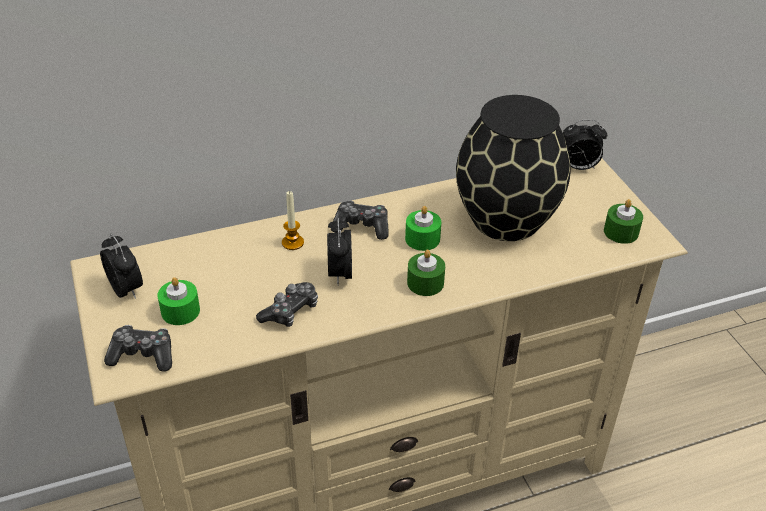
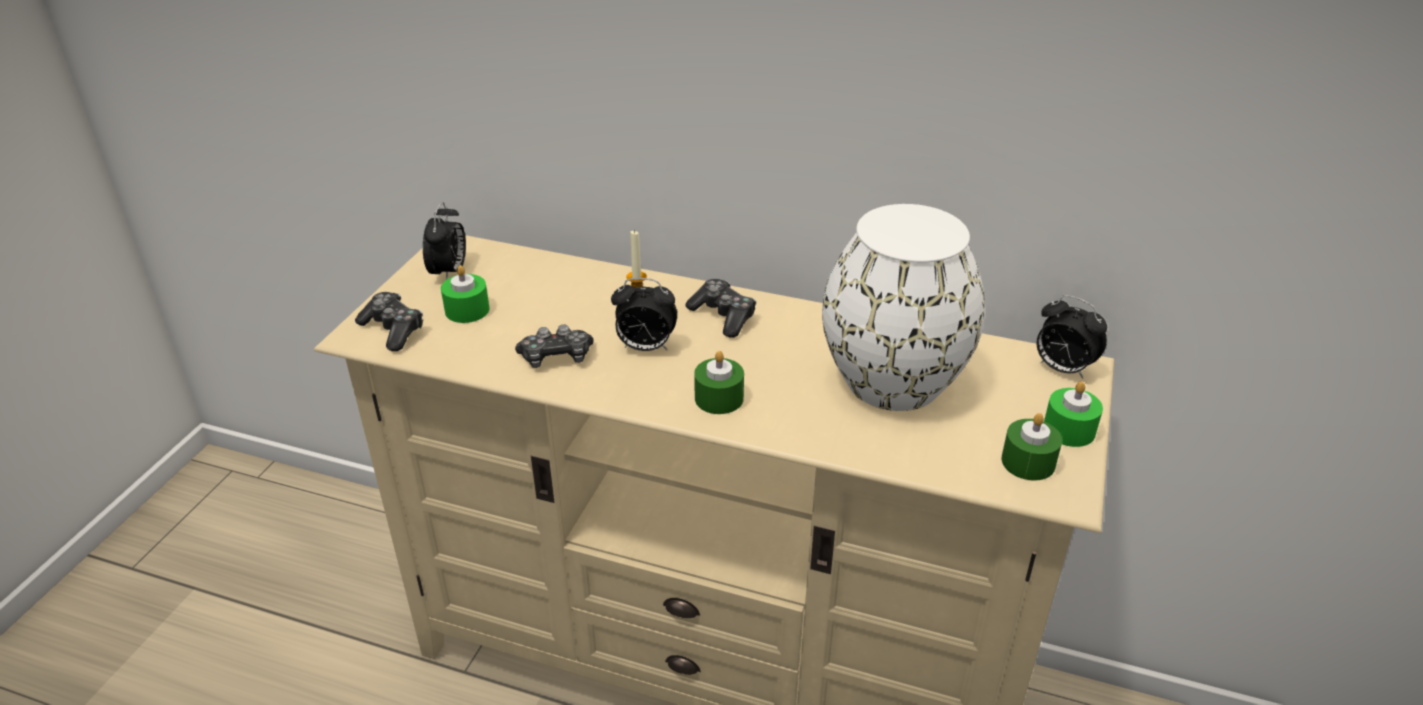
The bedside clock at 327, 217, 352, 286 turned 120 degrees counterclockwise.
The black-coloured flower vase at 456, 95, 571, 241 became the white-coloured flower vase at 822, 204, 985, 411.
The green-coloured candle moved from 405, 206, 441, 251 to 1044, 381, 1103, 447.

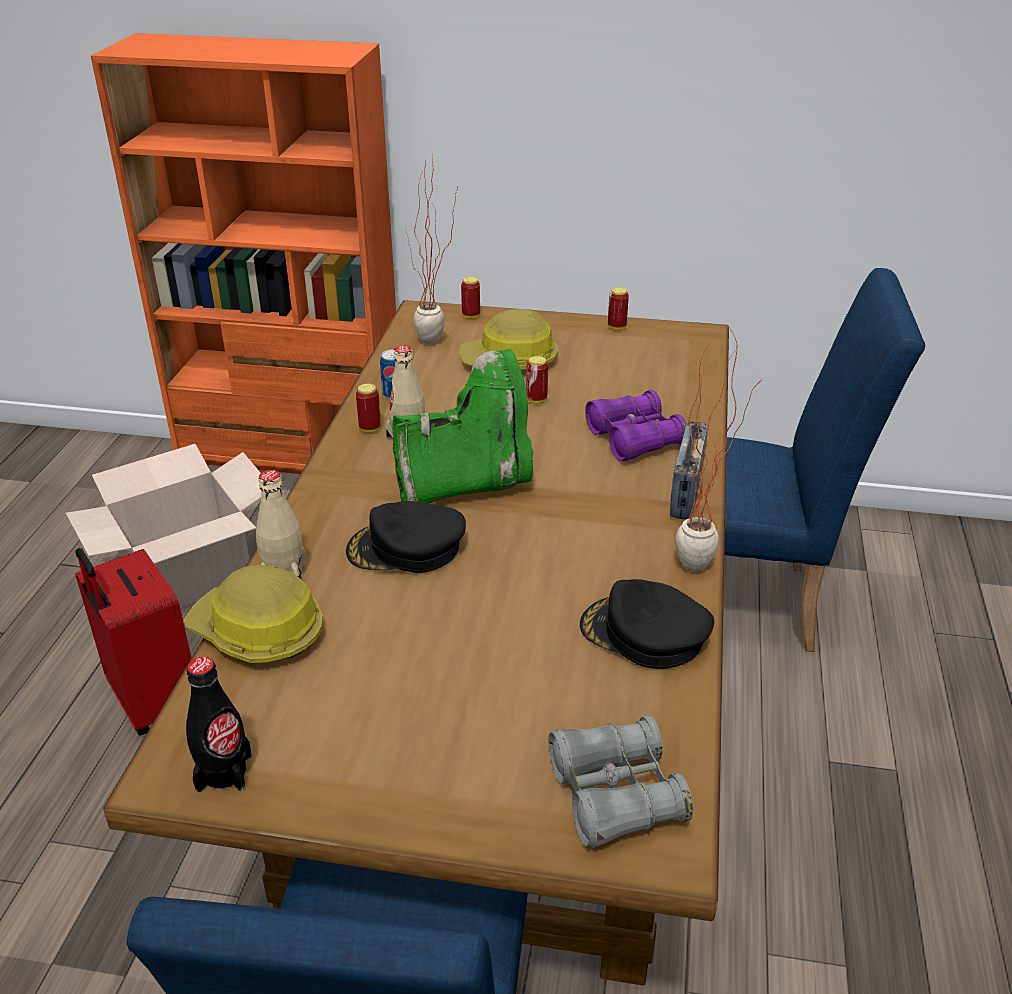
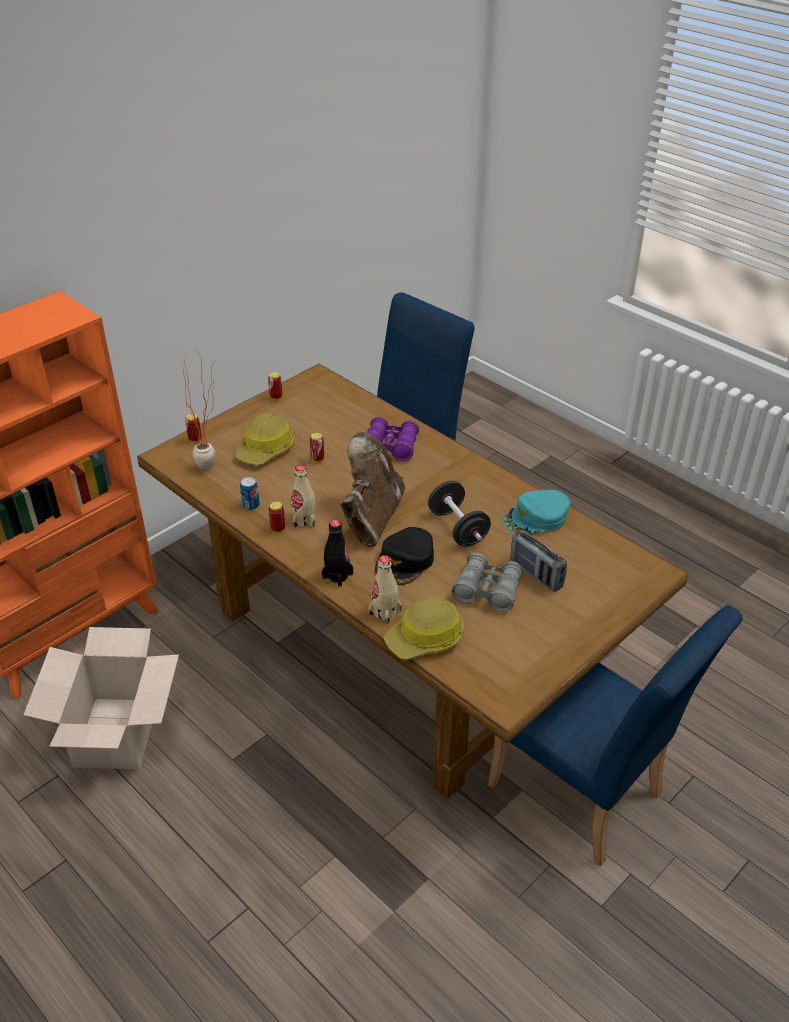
The black-coloured beverage bottle moved from 186, 657, 252, 792 to 322, 520, 353, 587.
The green-coloured tall boot at 393, 348, 533, 503 became the brown tall boot at 340, 432, 405, 547.
The black-coloured free weight at 428, 481, 491, 546 appeared.
The greyish binoculars moved from 549, 715, 693, 848 to 452, 553, 524, 612.
The black-coloured baseball cap at 580, 579, 714, 669 became the turquoise baseball cap at 504, 490, 570, 535.
The radio receiver moved from 670, 421, 708, 519 to 510, 530, 567, 592.
The reddish travel case at 75, 548, 191, 736 disappeared.
The potted plant at 675, 326, 757, 572 disappeared.

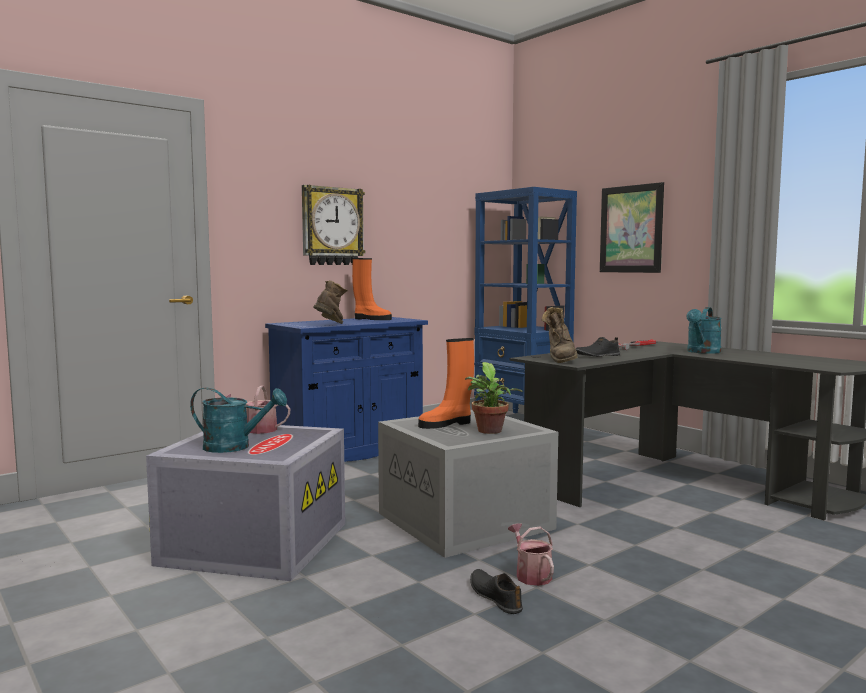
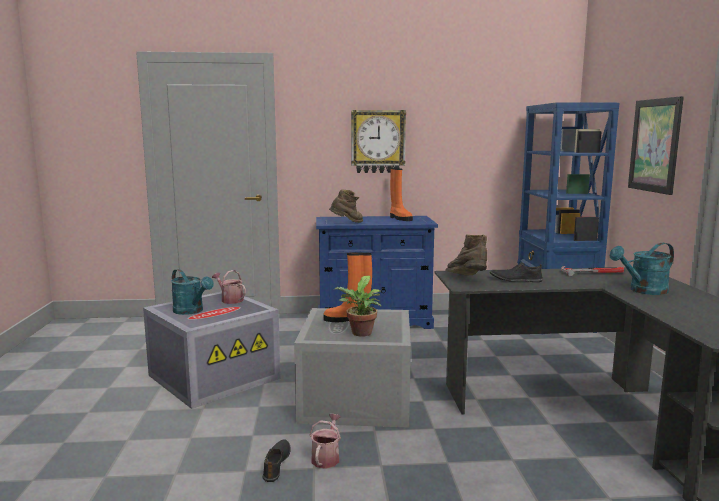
The brown tall boot at 541, 307, 578, 363 turned 120 degrees clockwise.

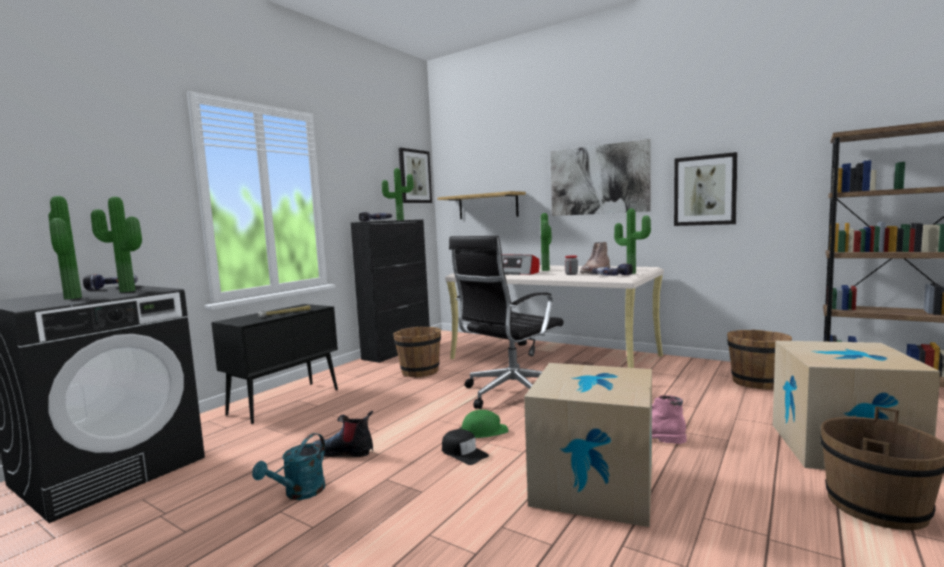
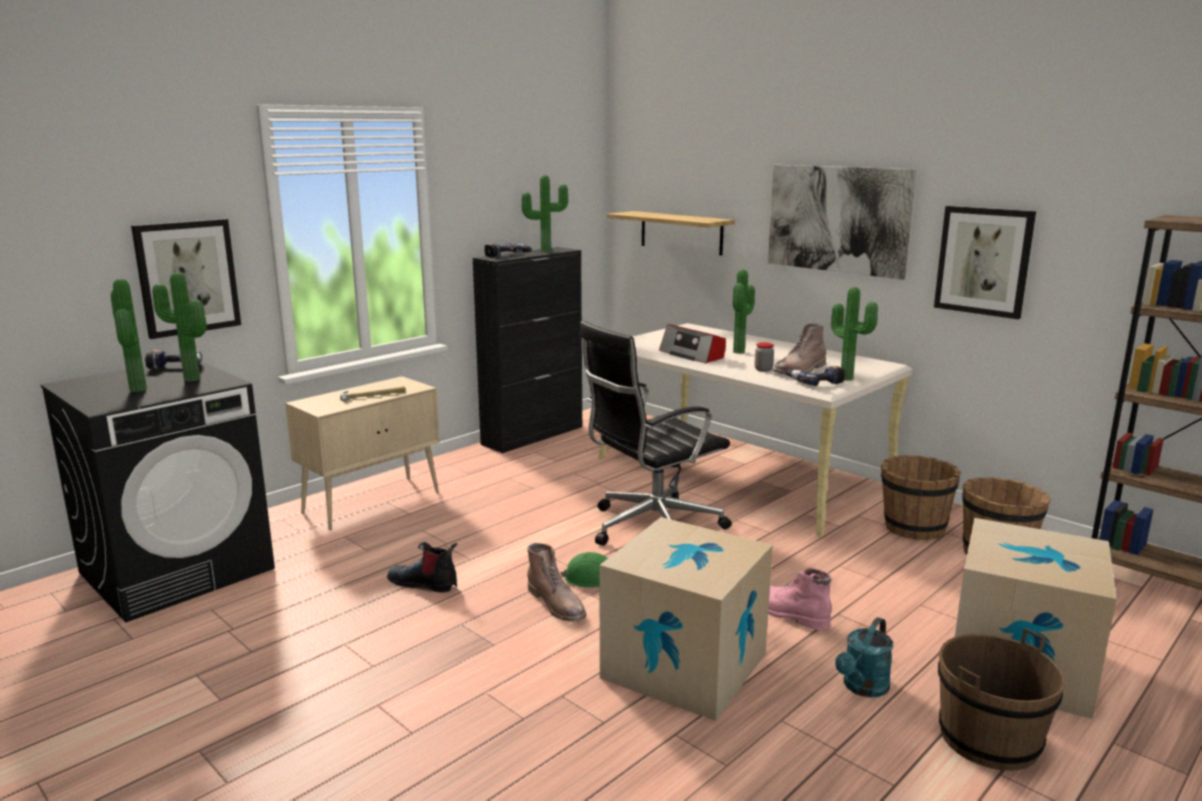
The wall art moved from 399, 148, 432, 203 to 131, 219, 241, 339.
The black-coloured cupboard at 211, 304, 338, 424 became the beige cupboard at 285, 376, 440, 530.
The black-coloured baseball cap at 442, 429, 489, 465 was replaced by the brown tall boot at 527, 543, 587, 622.
The turquoise sprinkling can moved from 252, 433, 325, 500 to 835, 617, 893, 697.
The brown water bucket moved from 393, 327, 441, 377 to 881, 455, 961, 540.

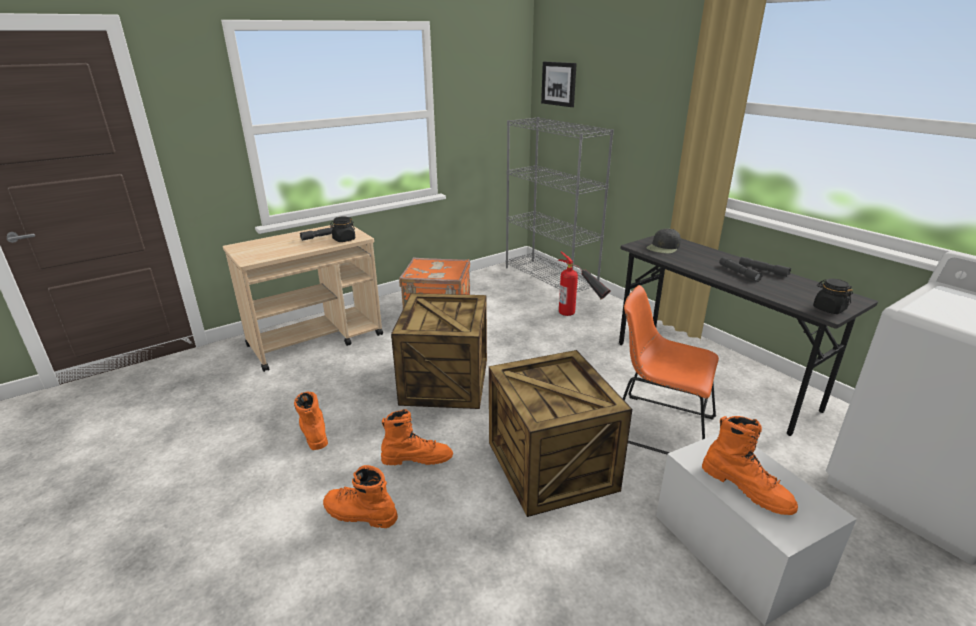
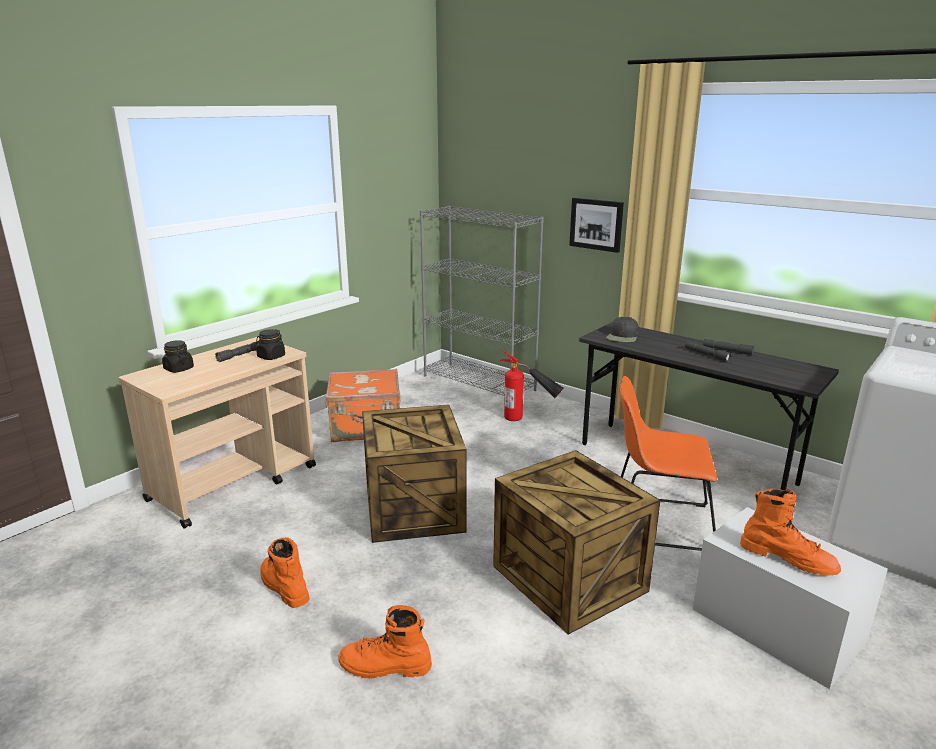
The black-coloured jar moved from 813, 279, 853, 314 to 162, 340, 194, 373.
The wall art moved from 541, 62, 577, 107 to 569, 198, 624, 253.
The orange tall boot at 381, 409, 453, 465 disappeared.

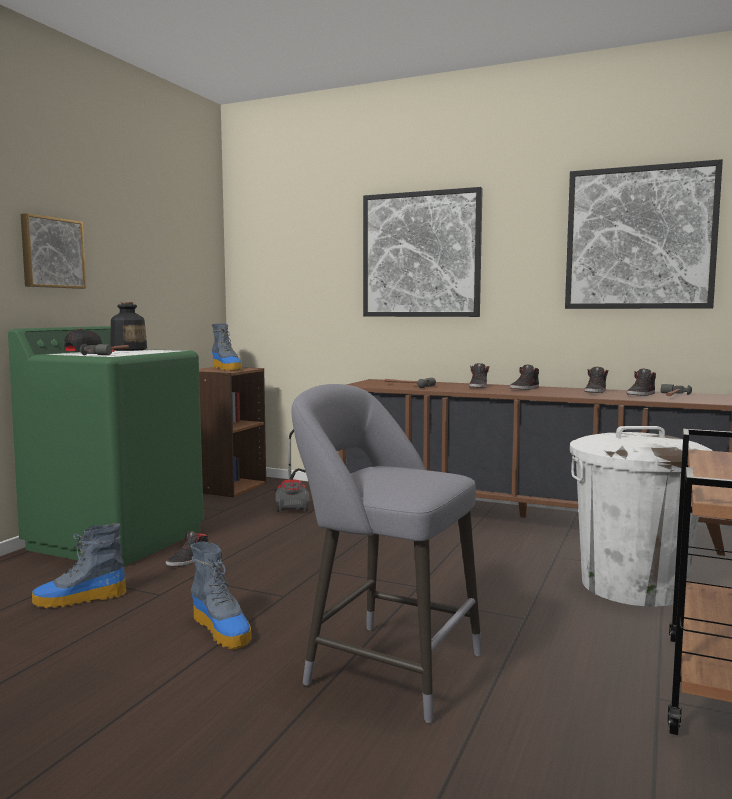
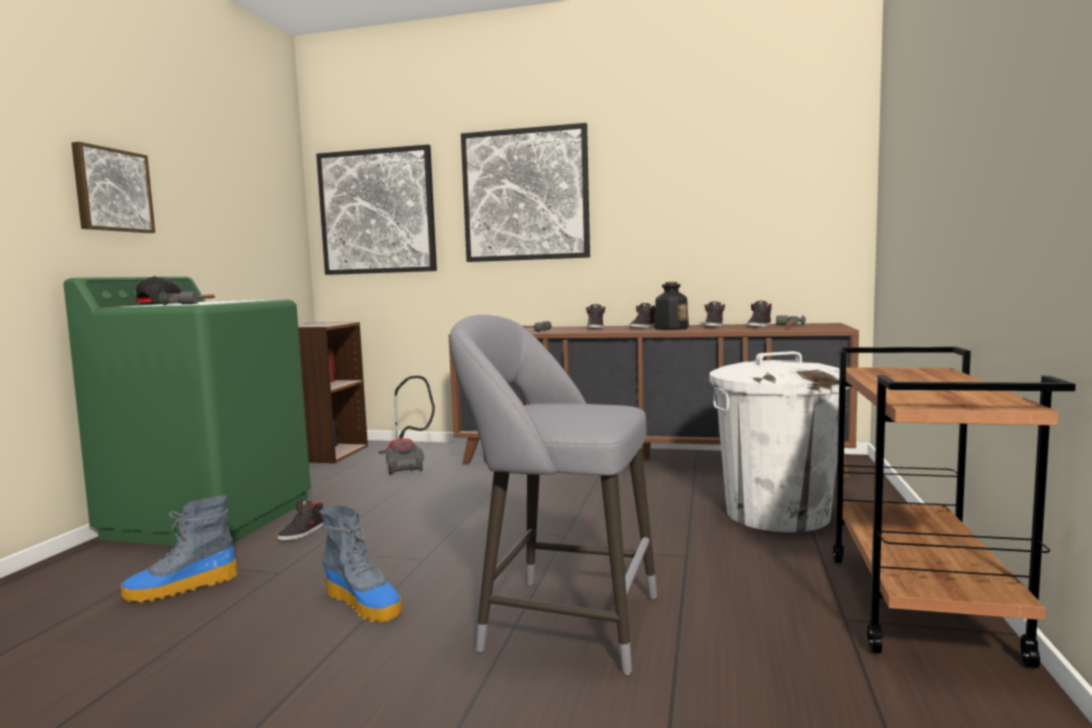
The wall art moved from 565, 159, 723, 309 to 316, 144, 437, 275.
The beverage bottle moved from 111, 302, 147, 351 to 654, 282, 689, 330.
The tall boot at 212, 323, 242, 371 disappeared.

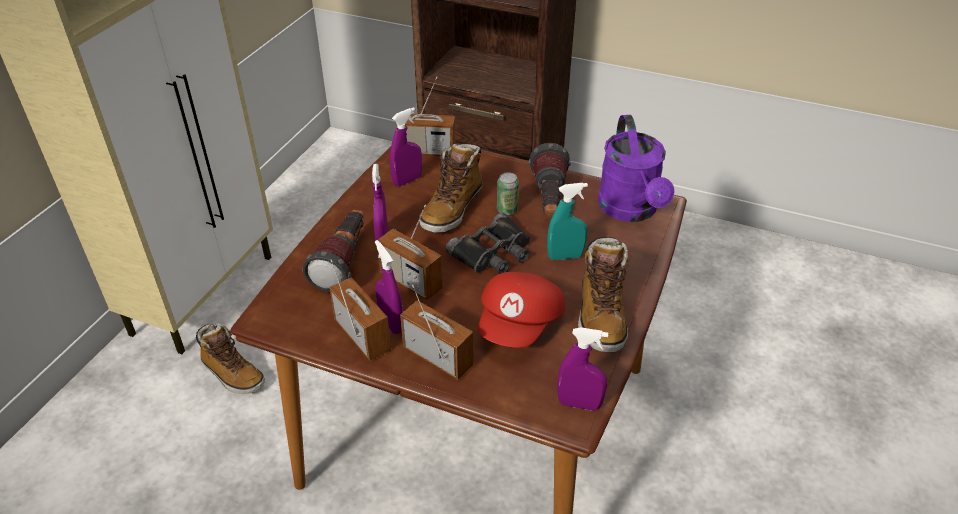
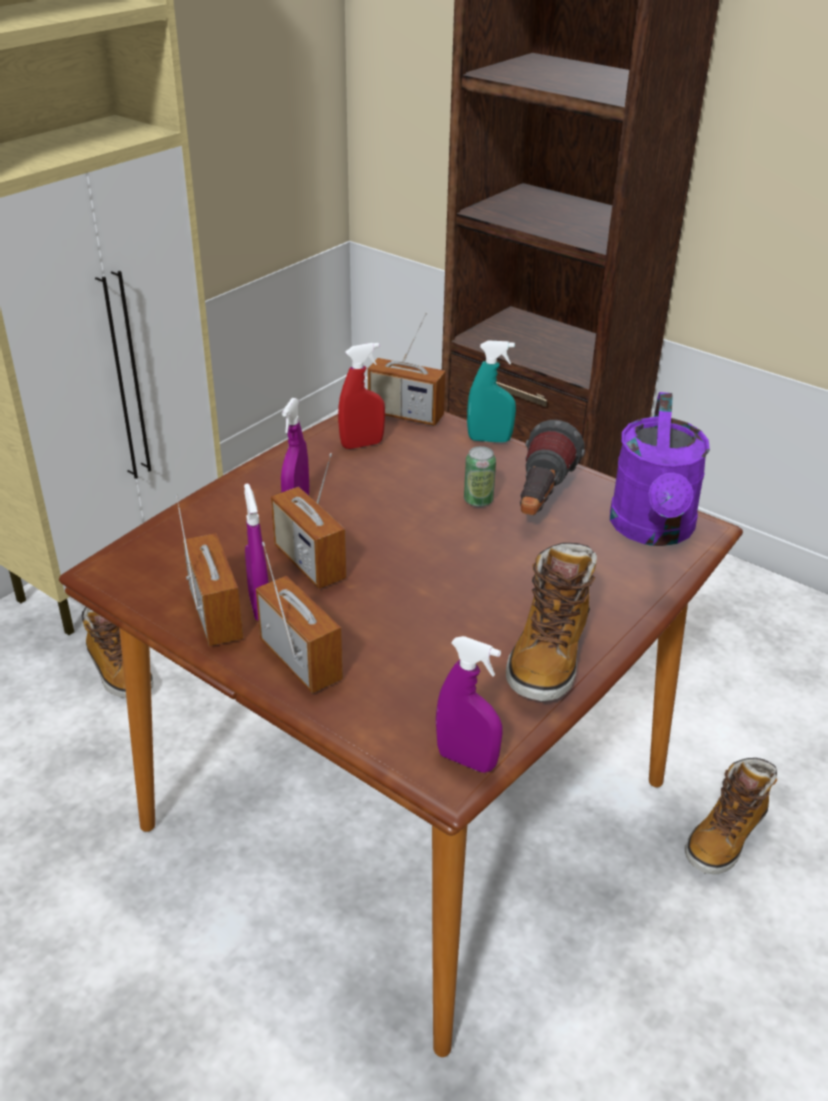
The purple spray bottle at 390, 107, 422, 186 became the reddish spray bottle at 338, 343, 385, 449.
The turquoise spray bottle moved from 547, 183, 588, 260 to 467, 340, 516, 443.
The tall boot moved from 419, 143, 482, 233 to 685, 758, 777, 874.
The torch at 303, 210, 364, 293 disappeared.
The black-coloured binoculars at 446, 213, 530, 274 disappeared.
The reddish baseball cap at 478, 272, 565, 347 disappeared.

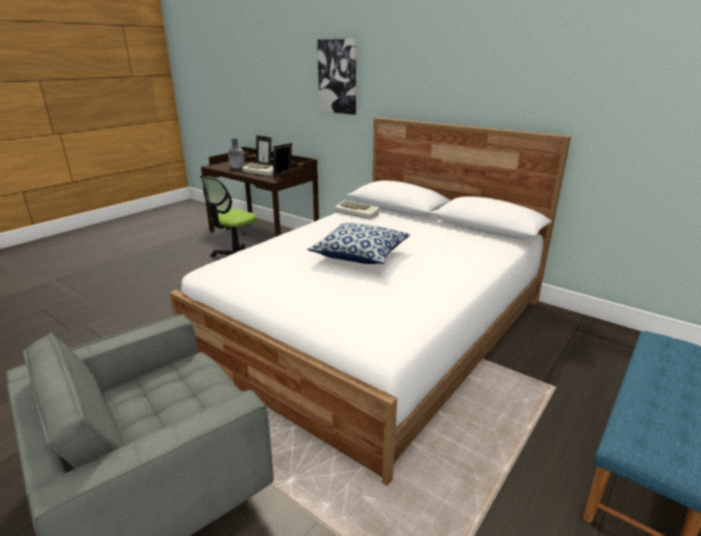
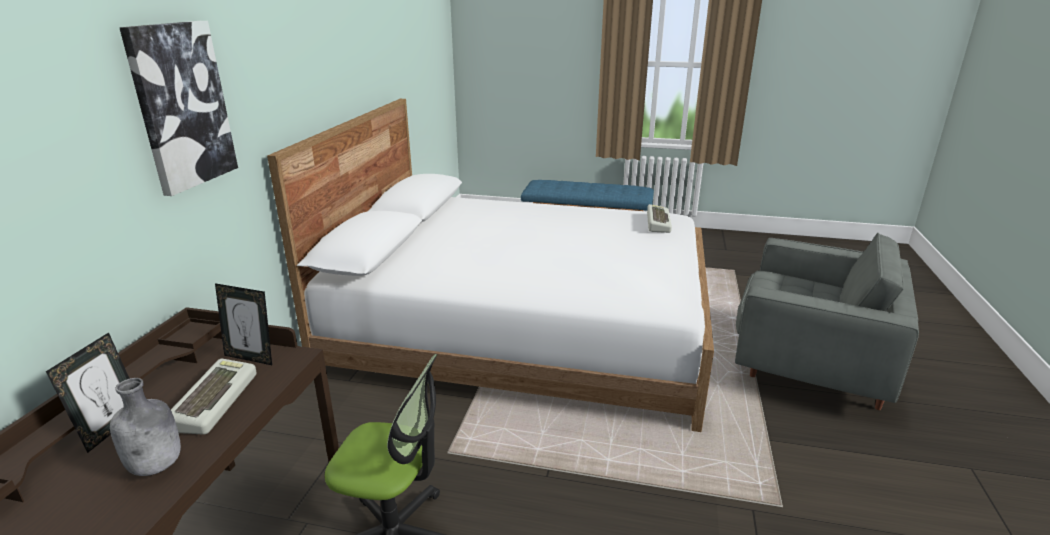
The computer keyboard moved from 335, 200, 379, 219 to 647, 204, 672, 233.
The cushion at 307, 223, 410, 264 disappeared.

